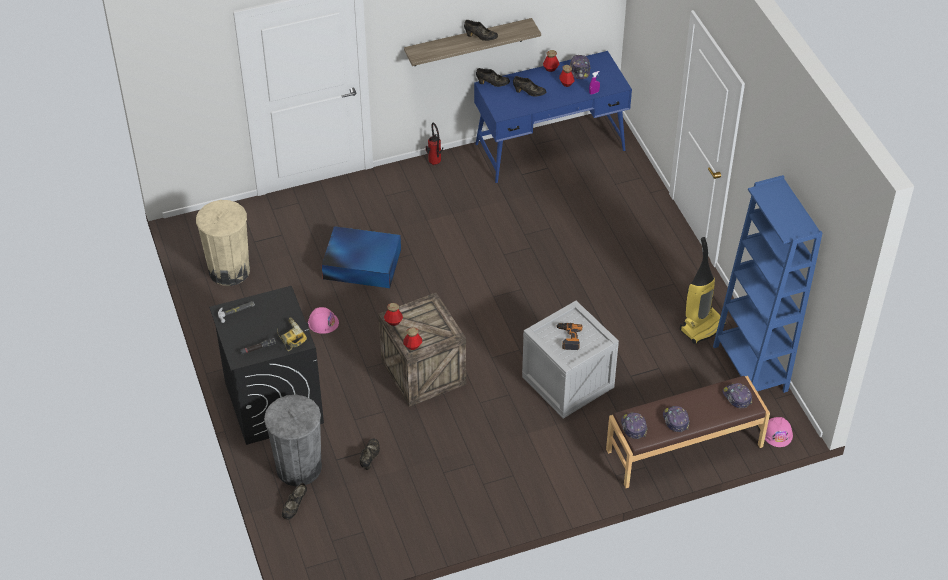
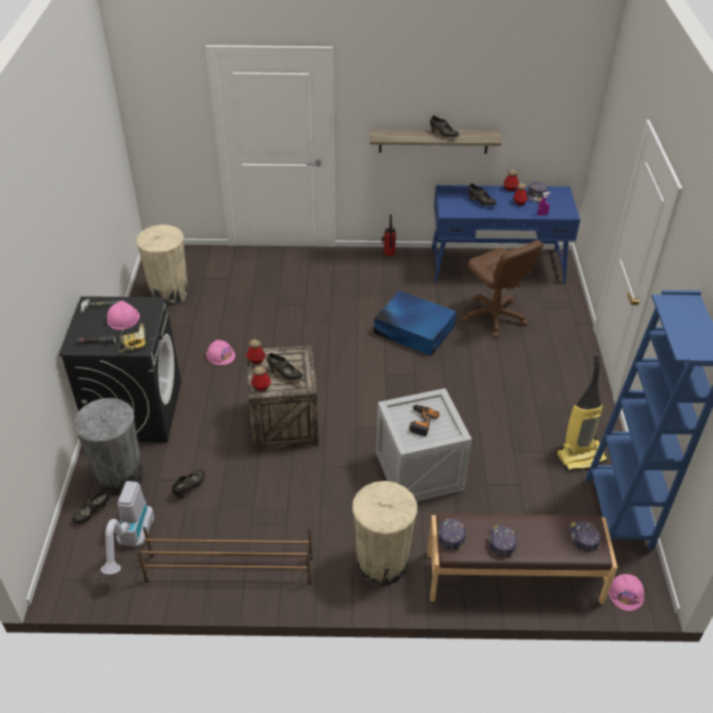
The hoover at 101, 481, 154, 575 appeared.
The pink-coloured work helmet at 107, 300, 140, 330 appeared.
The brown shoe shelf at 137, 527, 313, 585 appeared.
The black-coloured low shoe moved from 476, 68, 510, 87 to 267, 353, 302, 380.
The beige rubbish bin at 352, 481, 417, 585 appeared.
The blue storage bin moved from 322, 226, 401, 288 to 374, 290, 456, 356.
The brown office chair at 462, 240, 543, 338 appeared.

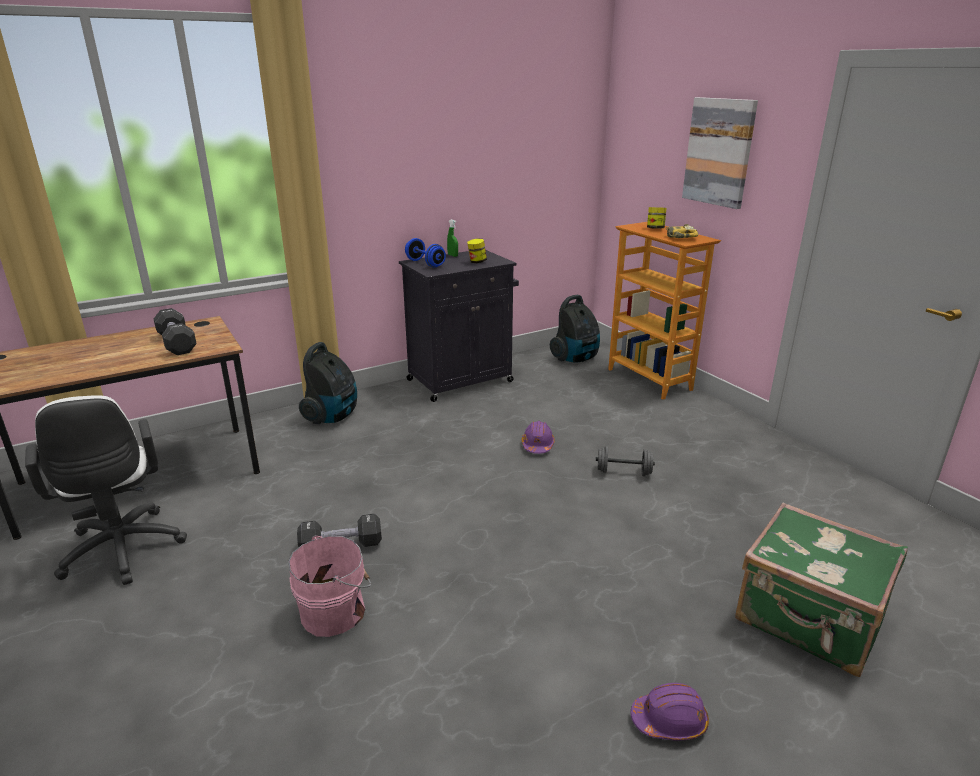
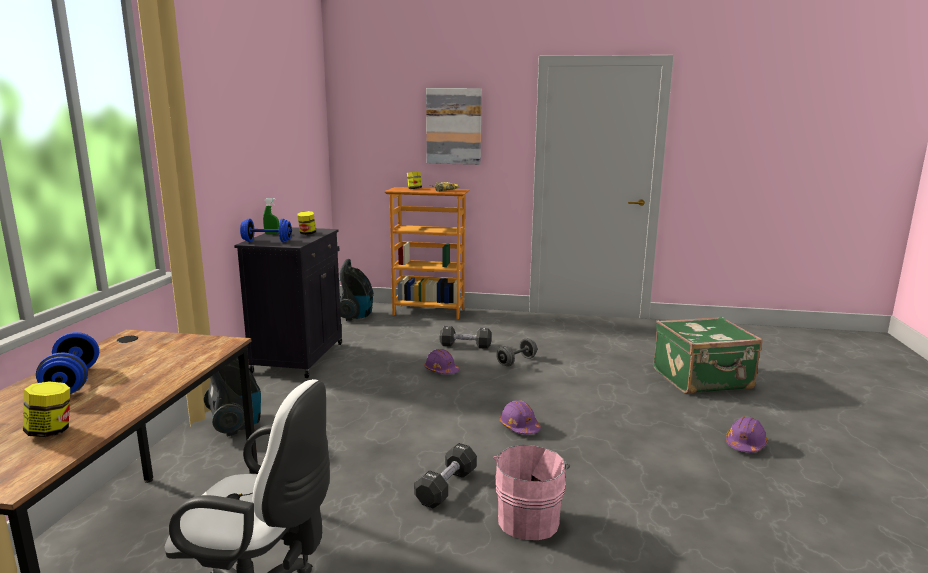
The jar at 23, 381, 70, 437 appeared.
The blue free weight at 36, 332, 99, 394 appeared.
The black-coloured free weight moved from 154, 308, 197, 355 to 439, 326, 491, 349.
The purple work helmet at 499, 400, 541, 435 appeared.

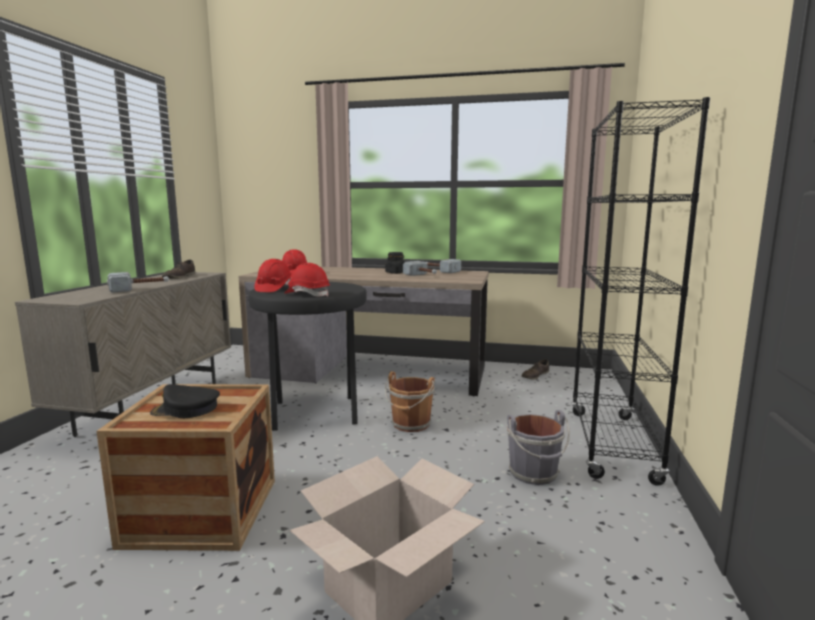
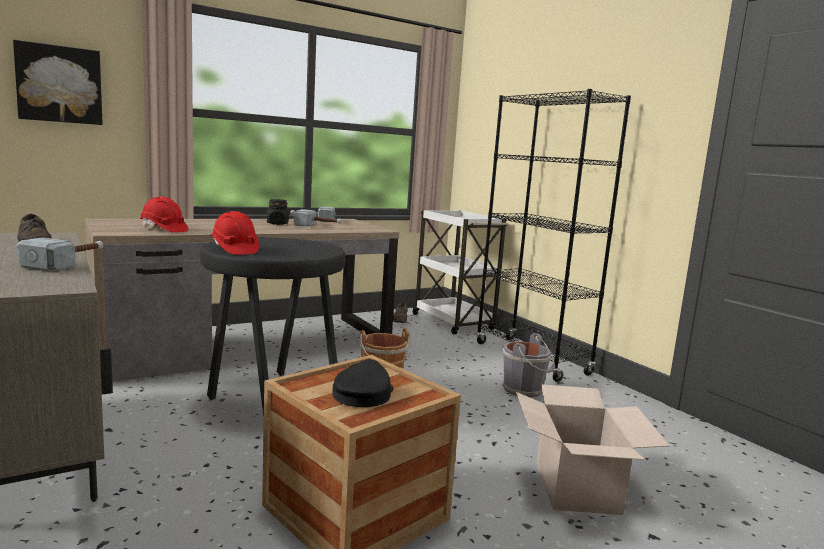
The wall art at 13, 40, 103, 125 appeared.
The black-coloured baseball cap at 150, 384, 220, 418 turned 150 degrees clockwise.
The white-coloured wheeled cart at 412, 210, 509, 335 appeared.
The reddish work helmet at 284, 263, 330, 297 disappeared.

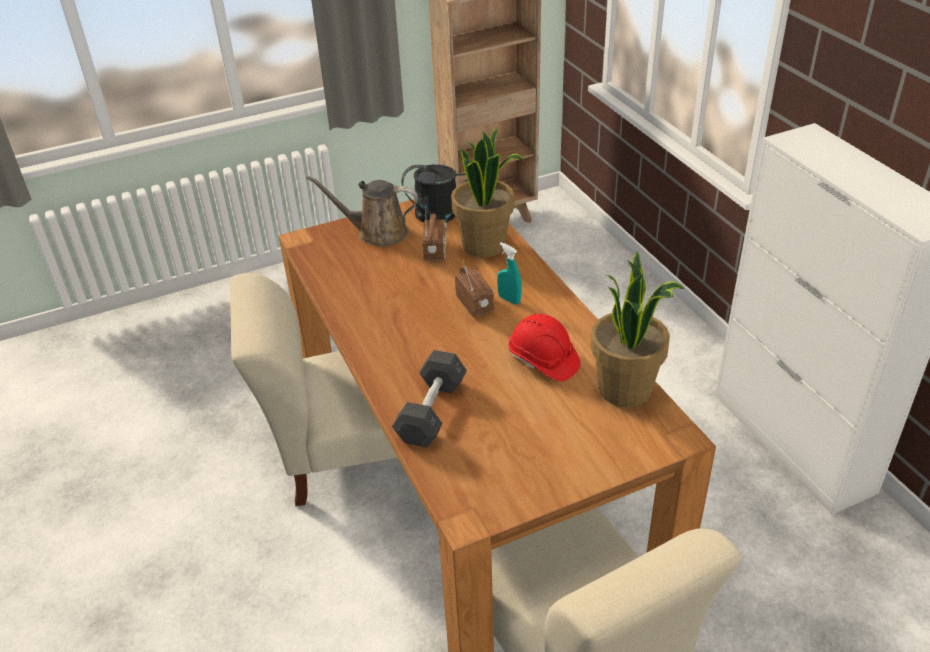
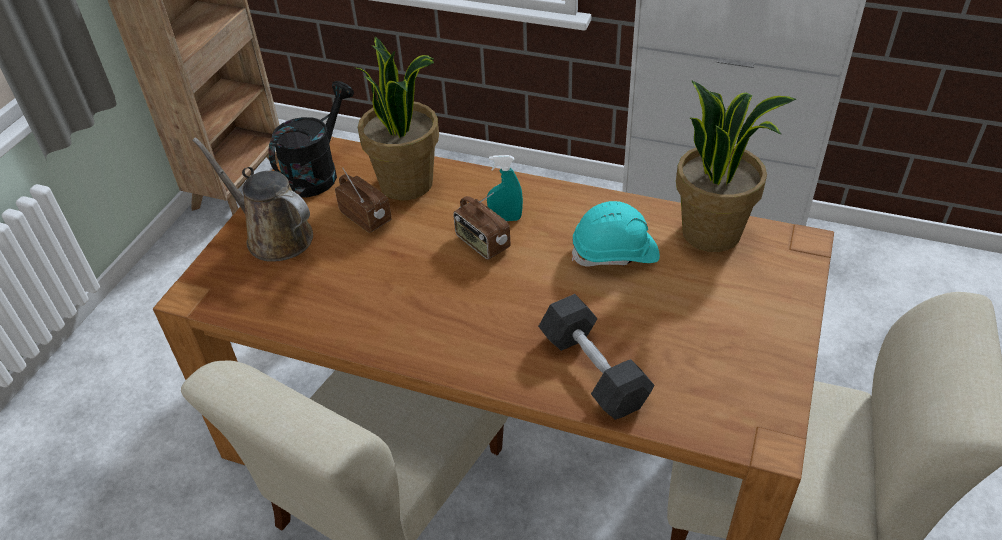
The brown sprinkling can at 306, 175, 418, 247 turned 75 degrees clockwise.
The radio receiver at 455, 261, 494, 317 turned 150 degrees counterclockwise.
The reddish work helmet at 508, 314, 581, 381 became the turquoise work helmet at 572, 201, 660, 266.

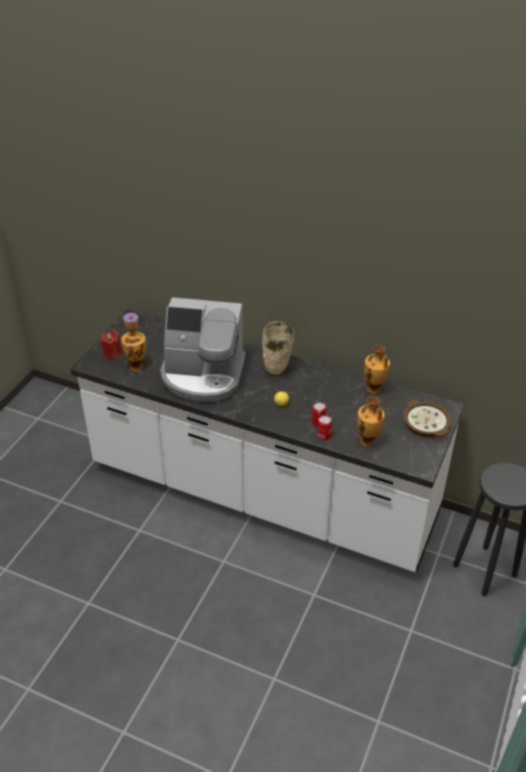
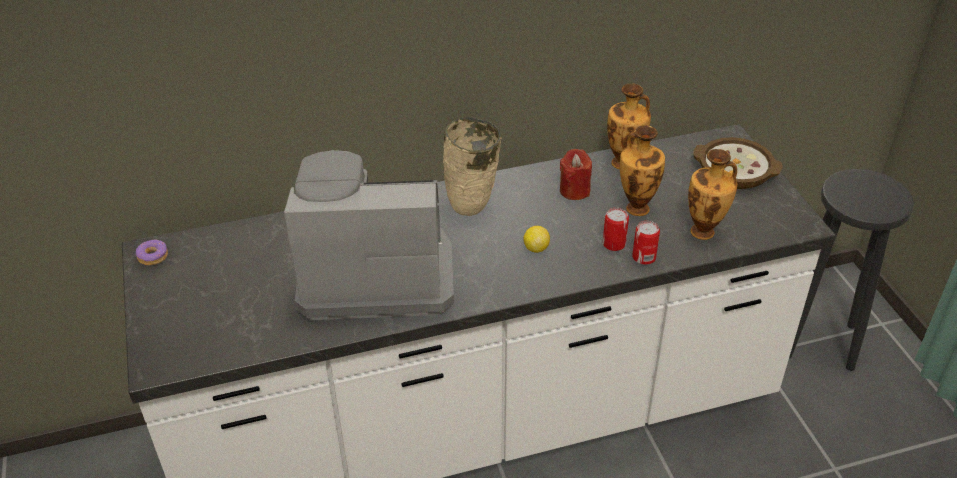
The coffee machine at 160, 297, 246, 402 turned 150 degrees counterclockwise.
The reddish candle moved from 101, 331, 121, 359 to 560, 149, 592, 200.
The flower vase moved from 121, 322, 146, 372 to 620, 125, 665, 216.

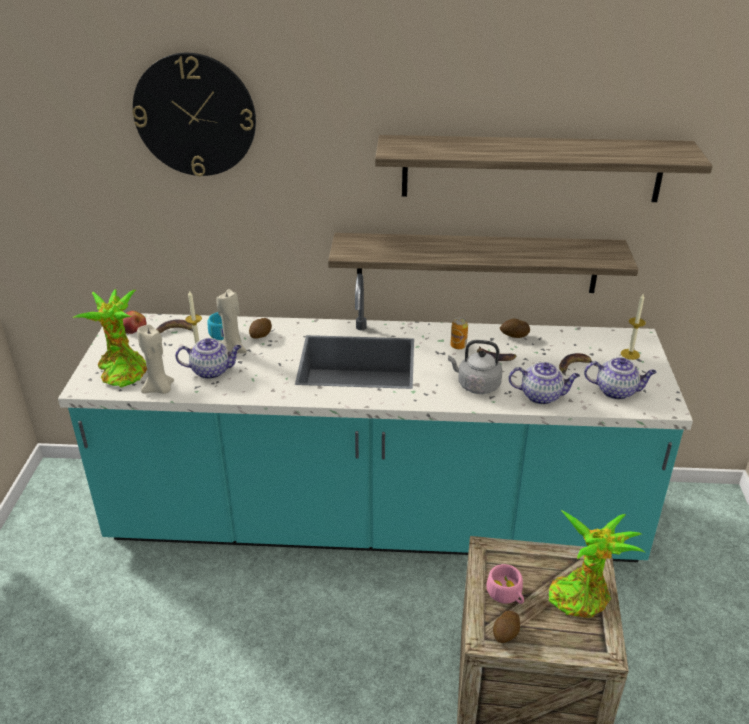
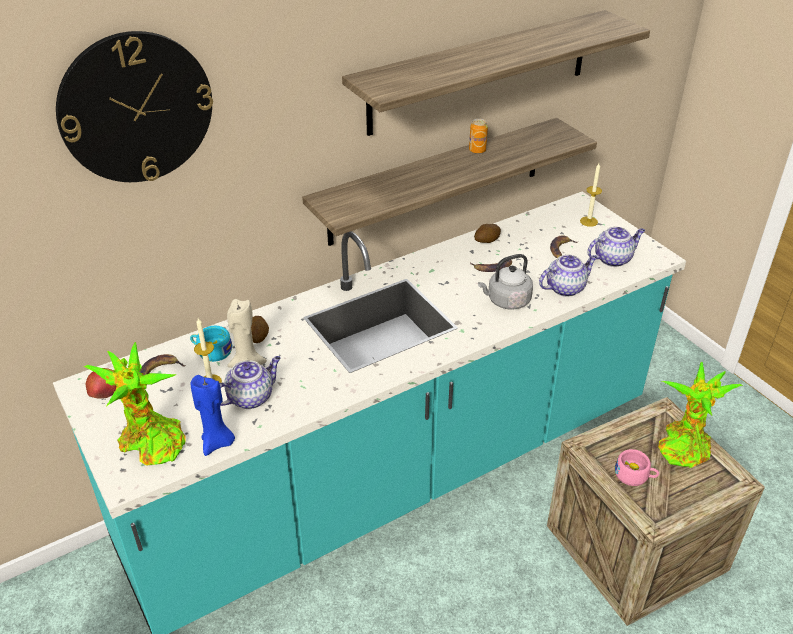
The beige candle at 137, 325, 174, 394 became the blue candle at 191, 375, 235, 456.
The can moved from 450, 317, 468, 349 to 469, 119, 488, 154.
The potato at 493, 611, 520, 643 disappeared.

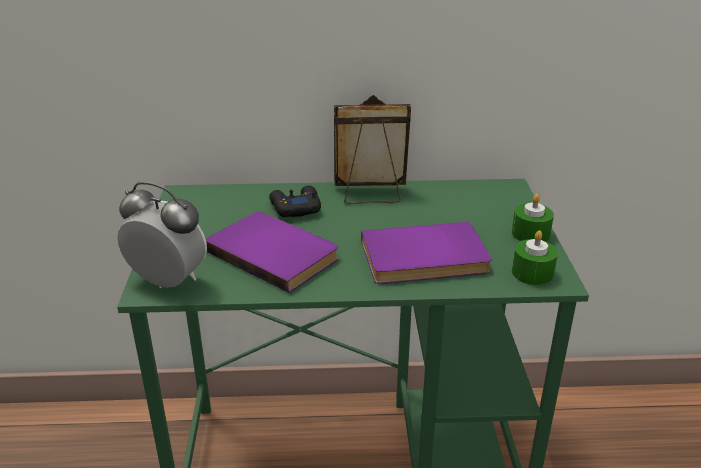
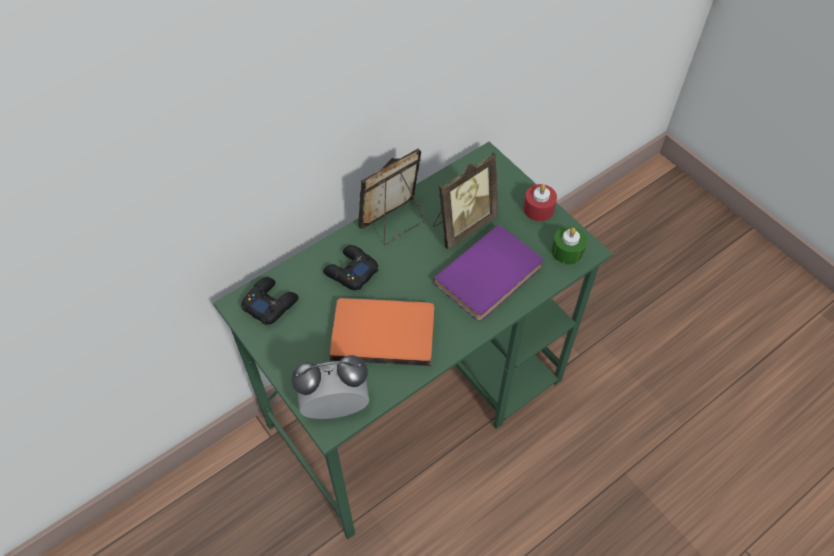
The black-coloured gamepad at 241, 277, 299, 325 appeared.
The purple book at 206, 211, 338, 293 became the orange book at 329, 298, 434, 366.
The picture frame at 433, 152, 498, 250 appeared.
The green-coloured candle at 512, 194, 554, 242 became the reddish candle at 523, 184, 557, 221.

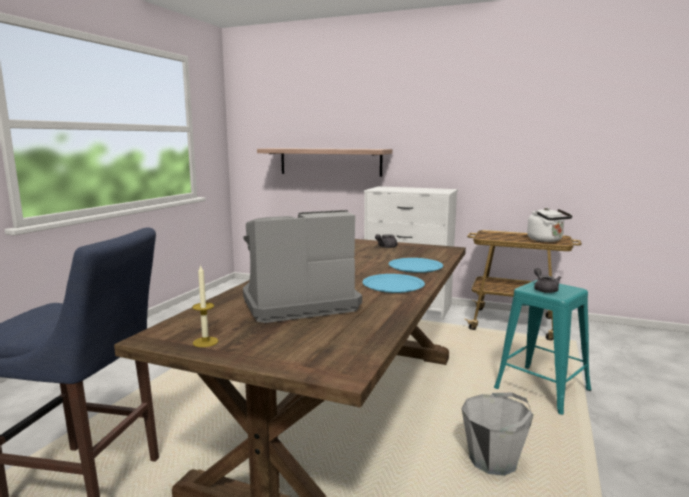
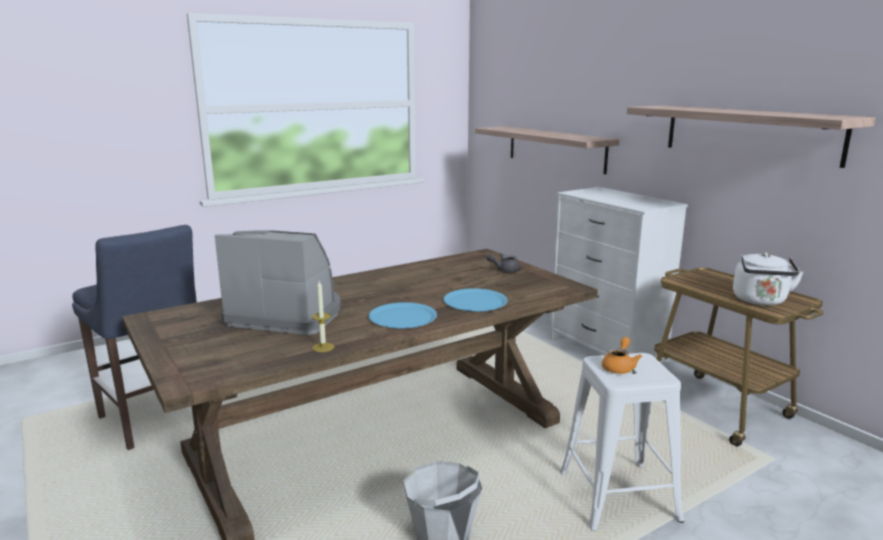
The candle moved from 192, 264, 218, 347 to 312, 281, 334, 352.
The turquoise stool at 494, 280, 591, 415 became the white-coloured stool at 560, 353, 684, 531.
The greyish teapot at 534, 268, 561, 293 became the orange teapot at 602, 337, 642, 374.
The shelf at 627, 105, 875, 168 appeared.

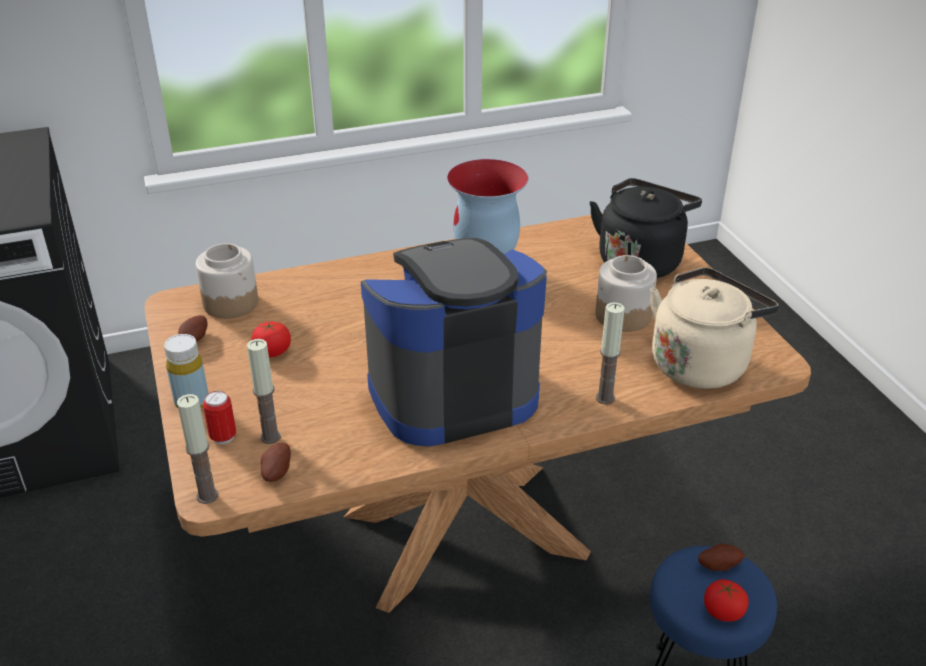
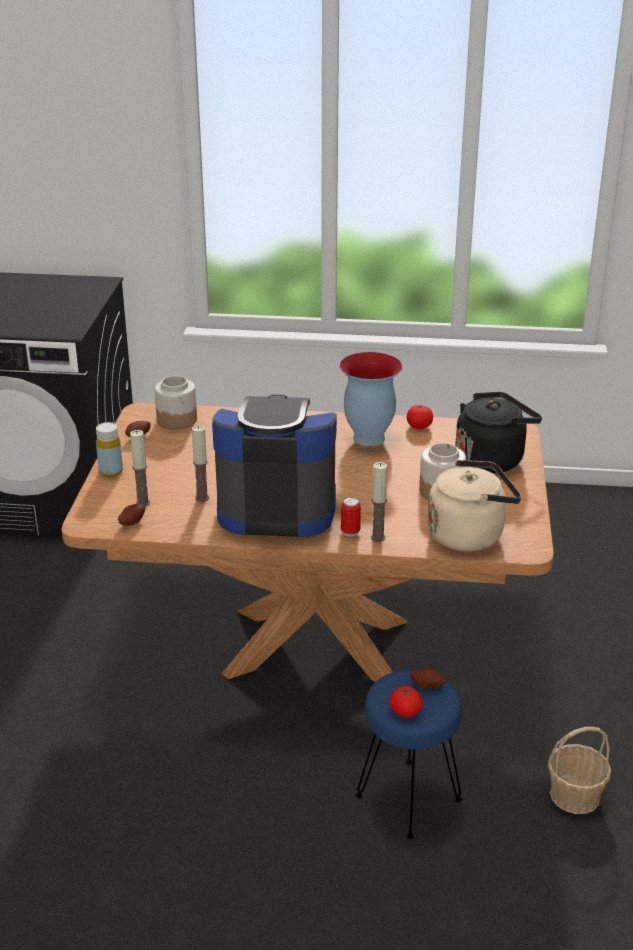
The candle moved from 177, 394, 219, 504 to 192, 425, 209, 502.
The can moved from 203, 391, 236, 444 to 341, 497, 361, 536.
The fresh tomato moved from 251, 322, 291, 357 to 407, 405, 433, 429.
The storage basket at 548, 727, 611, 814 appeared.

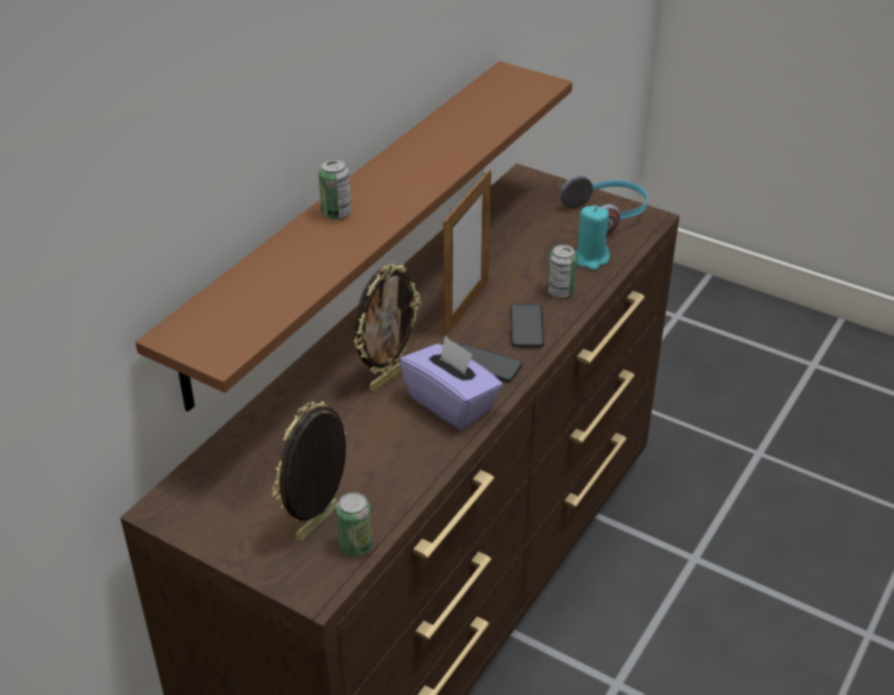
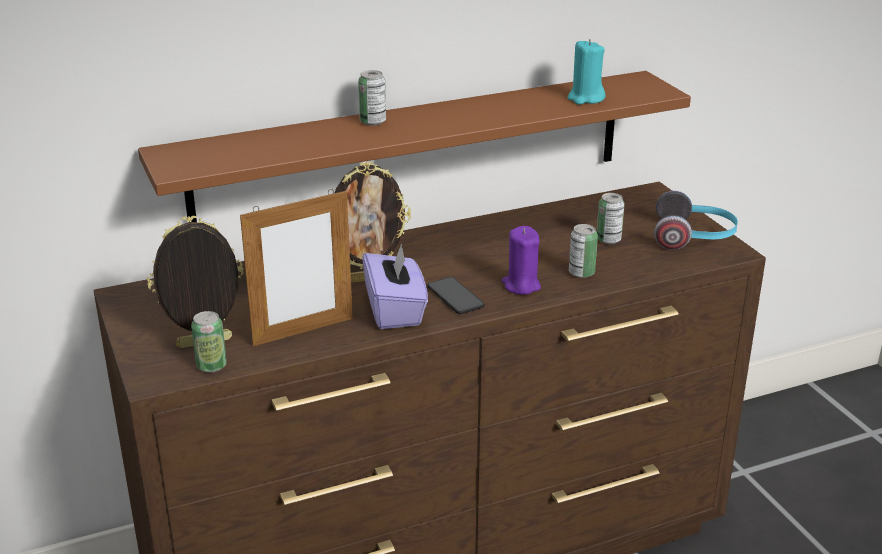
The picture frame moved from 443, 169, 491, 338 to 240, 189, 353, 346.
The telephone at 510, 304, 544, 347 was replaced by the purple candle at 502, 226, 541, 295.
The turquoise candle moved from 575, 205, 610, 270 to 567, 39, 605, 105.
The can at 597, 193, 625, 244 appeared.

